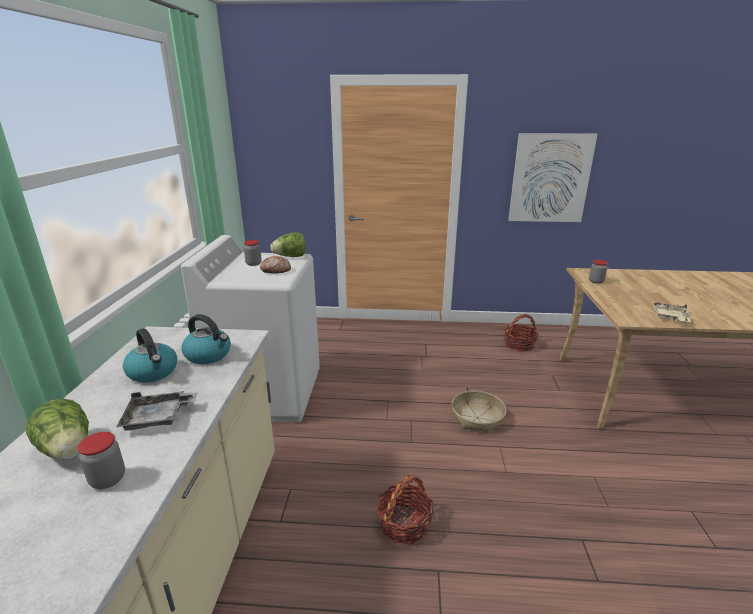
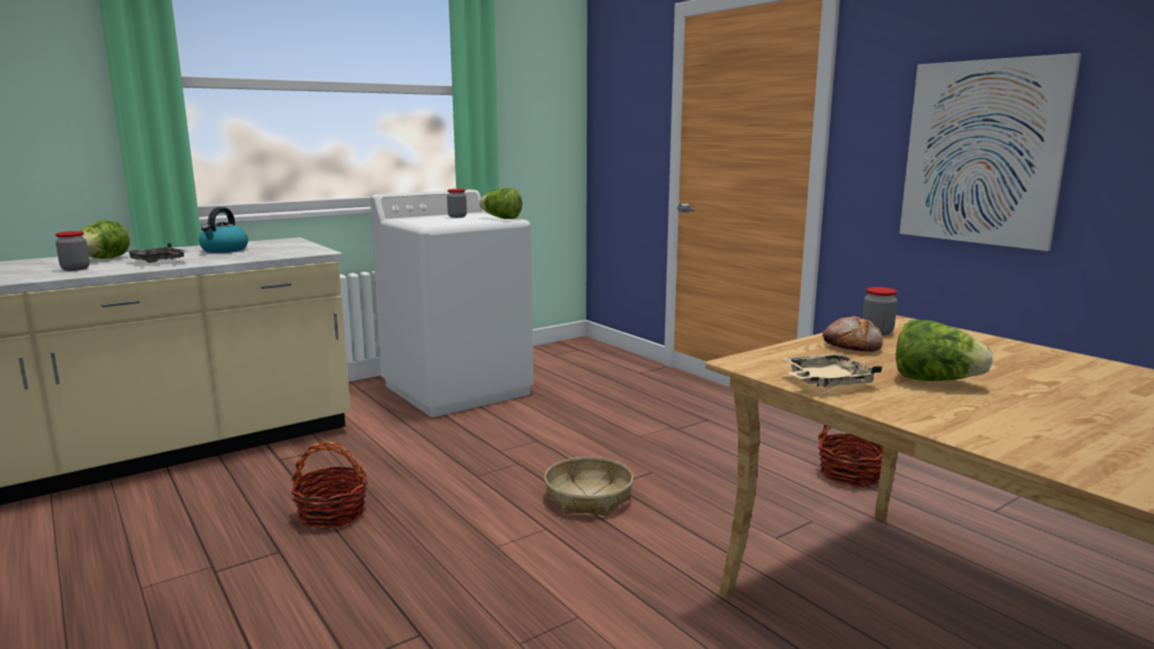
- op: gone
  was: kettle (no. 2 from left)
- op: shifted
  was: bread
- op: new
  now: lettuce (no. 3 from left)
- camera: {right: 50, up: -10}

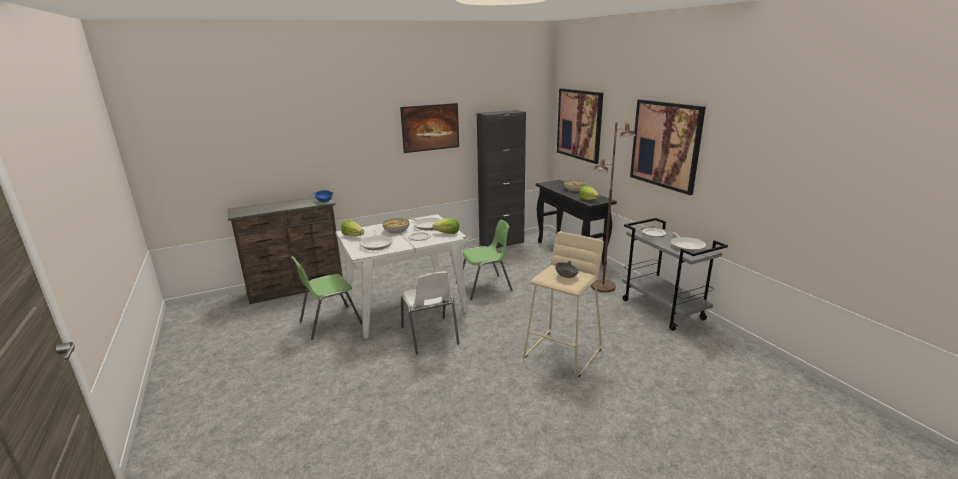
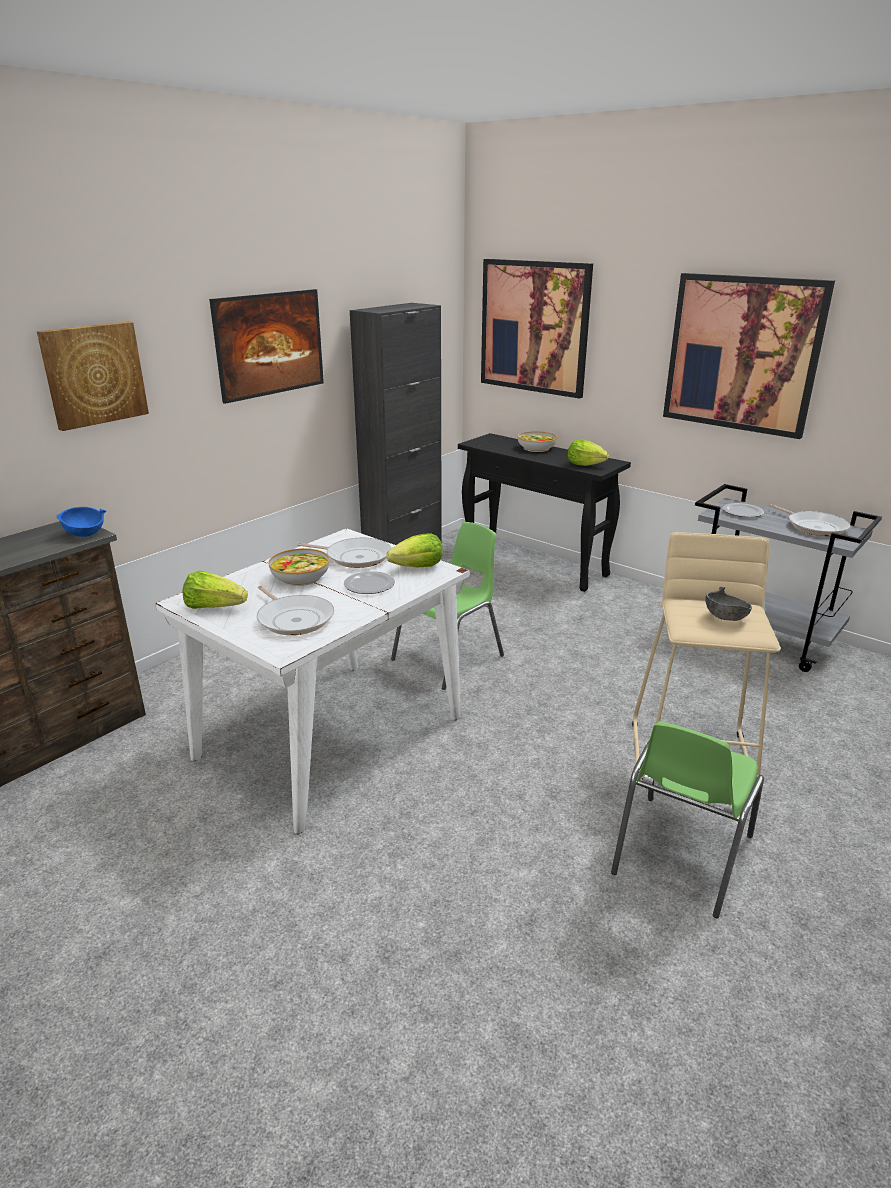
- op: shifted
  was: green chair (no. 1 from left in the first image)
  now: green chair (no. 2 from left)
- op: gone
  was: white chair
- op: gone
  was: brown floor lamp
- op: new
  now: picture (no. 1 from left)
- camera: {right: -25, up: 5}

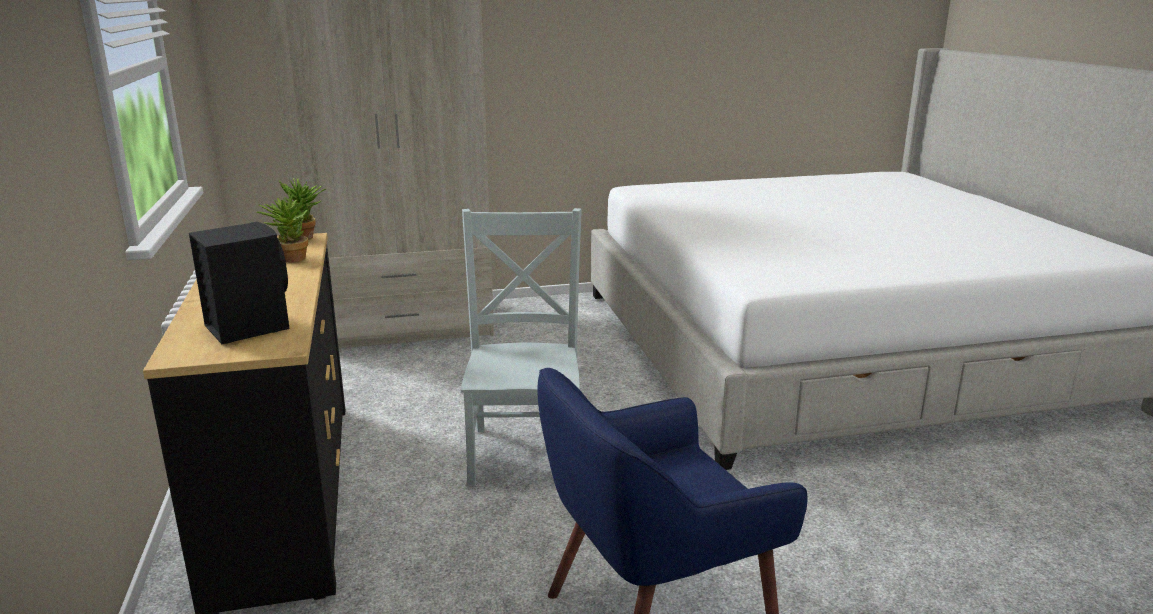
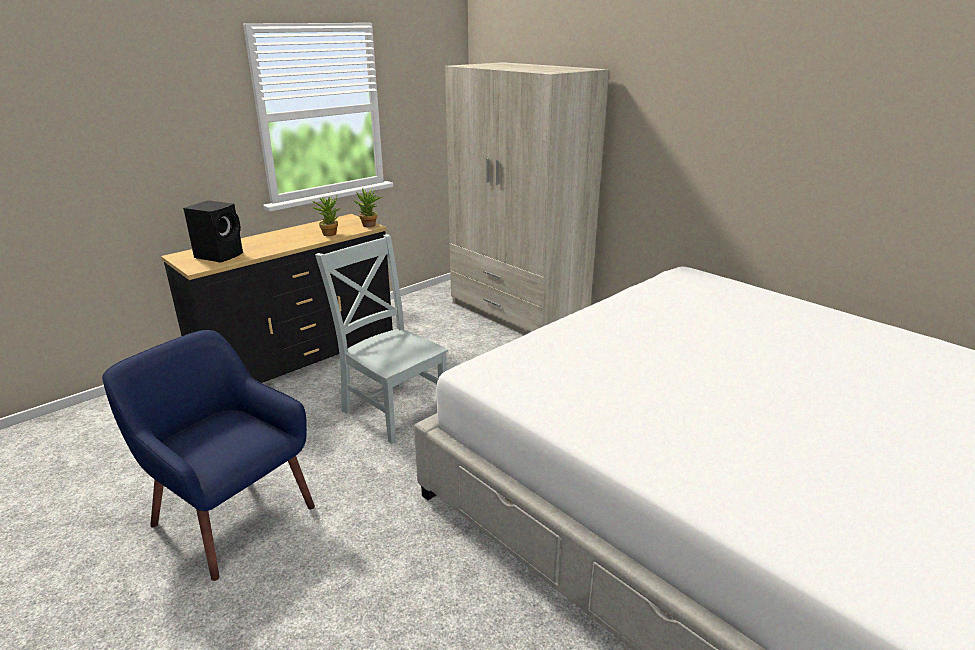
- op: rotated
  was: grey chair
  clockwise: -105
- camera: {right: 60, up: 5}

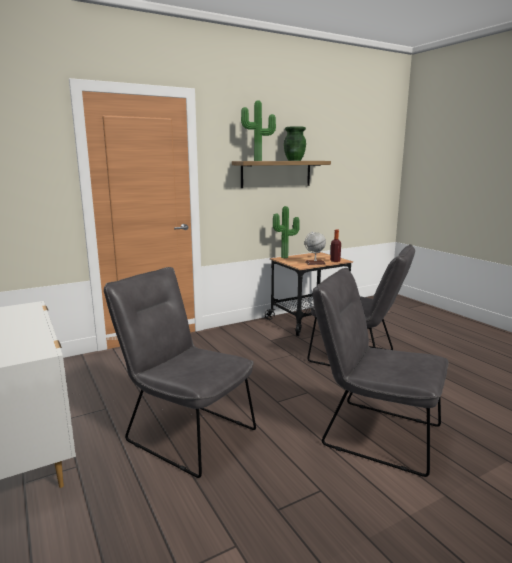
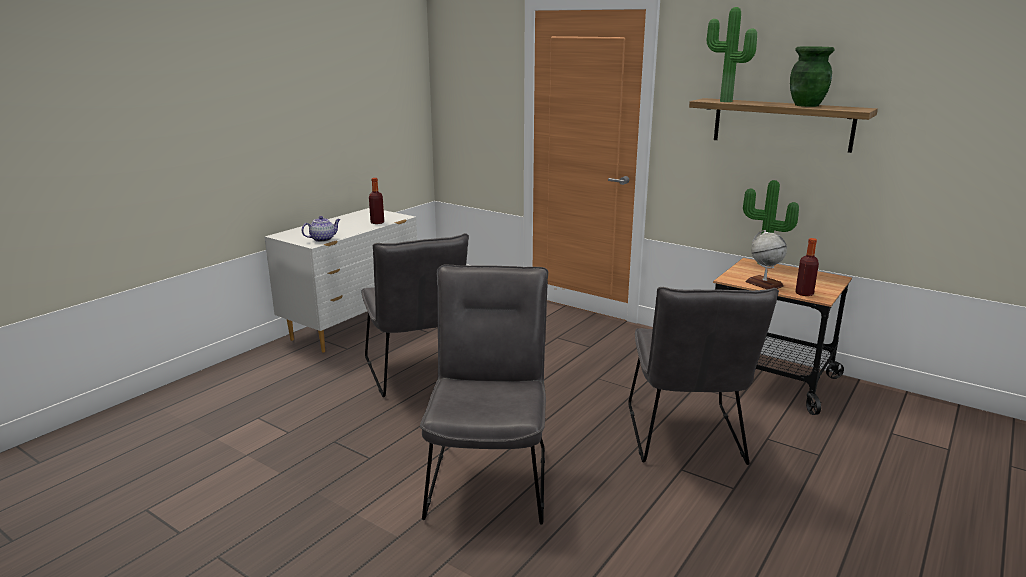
- op: rotated
  was: grey chair (no. 1 from left)
  clockwise: 150
- op: new
  now: teapot
- op: new
  now: bottle (no. 1 from left)
- camera: {right: 65, up: 5}

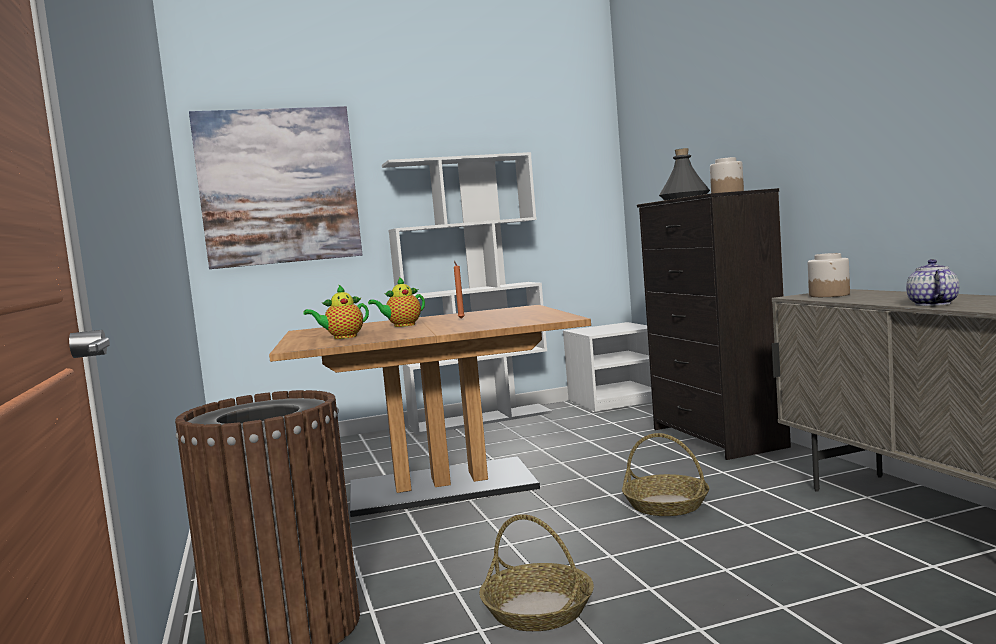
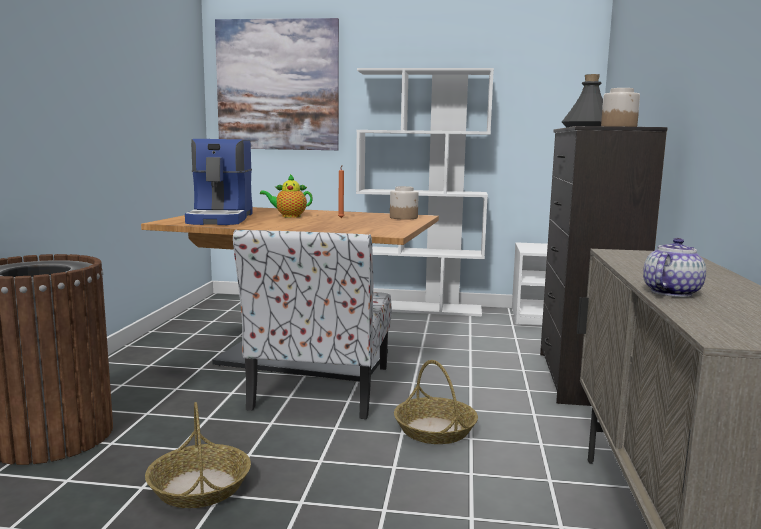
- op: swapped
  was: teapot (no. 1 from left)
  now: coffee machine
- op: shifted
  was: jar (no. 2 from left in the first image)
  now: jar (no. 1 from left)
- op: new
  now: chair
- camera: {right: 25, up: 5}

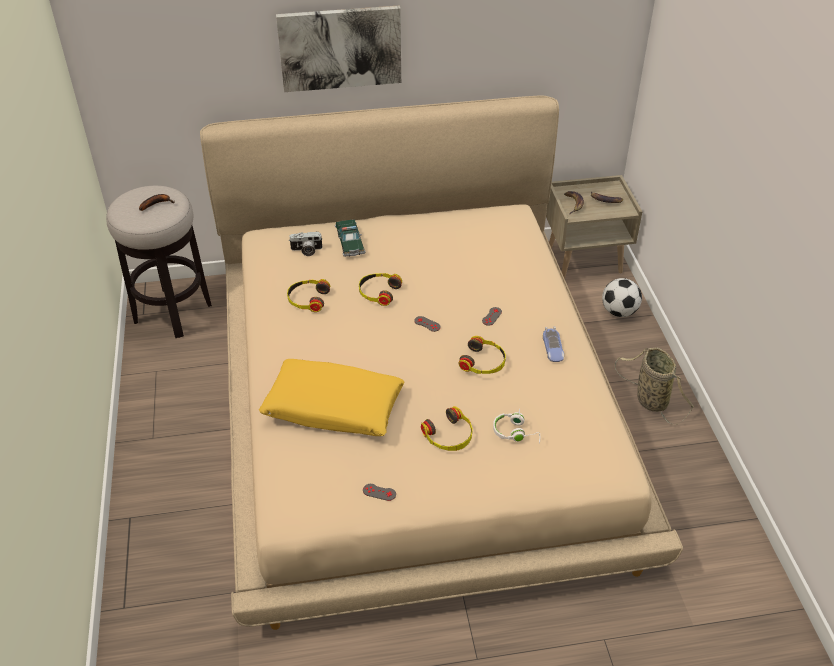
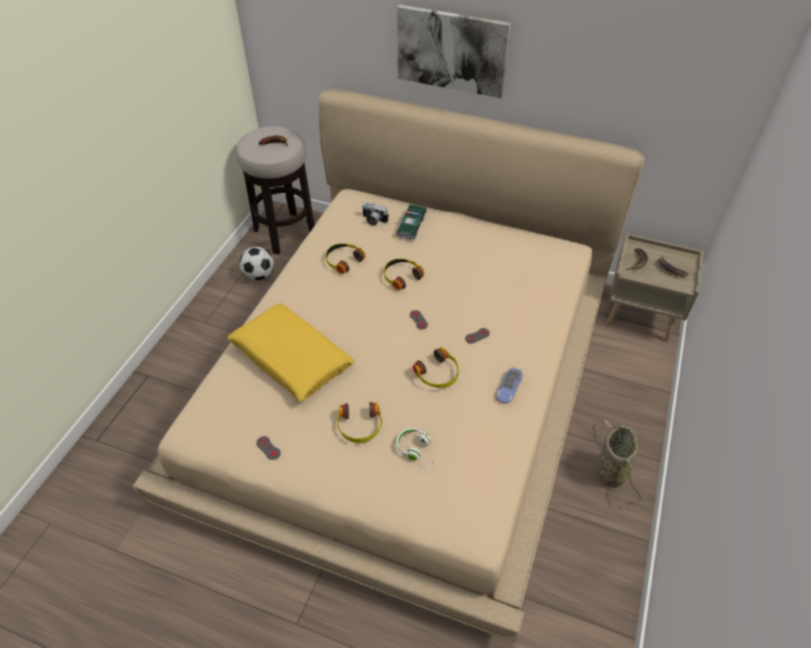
- op: shifted
  was: football
- camera: {right: 30, up: 5}

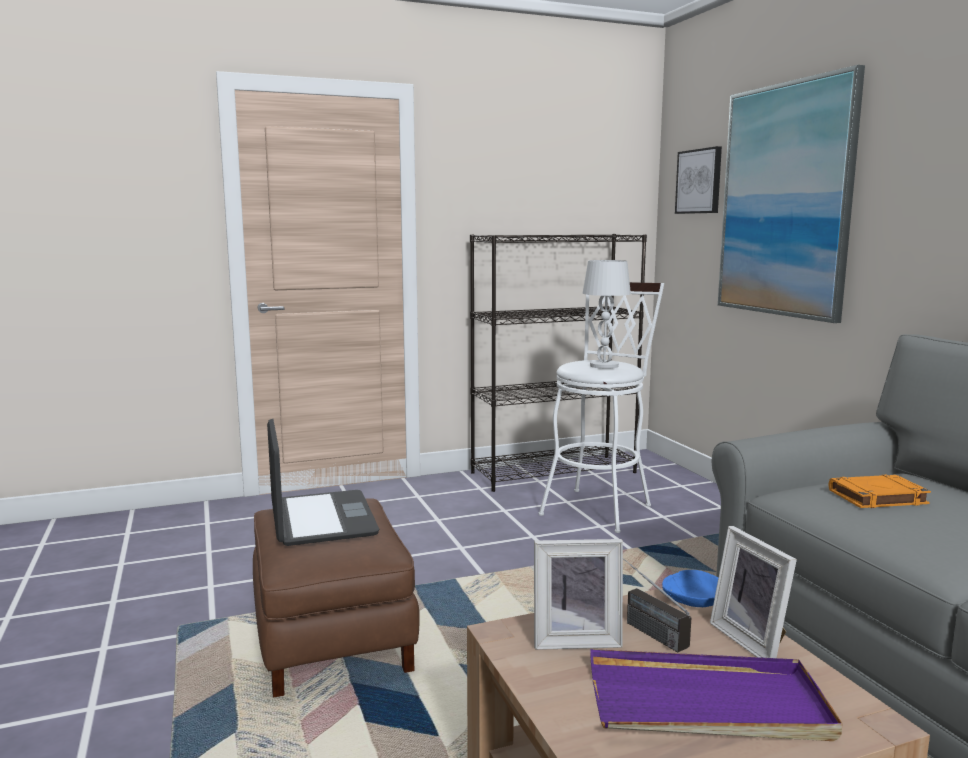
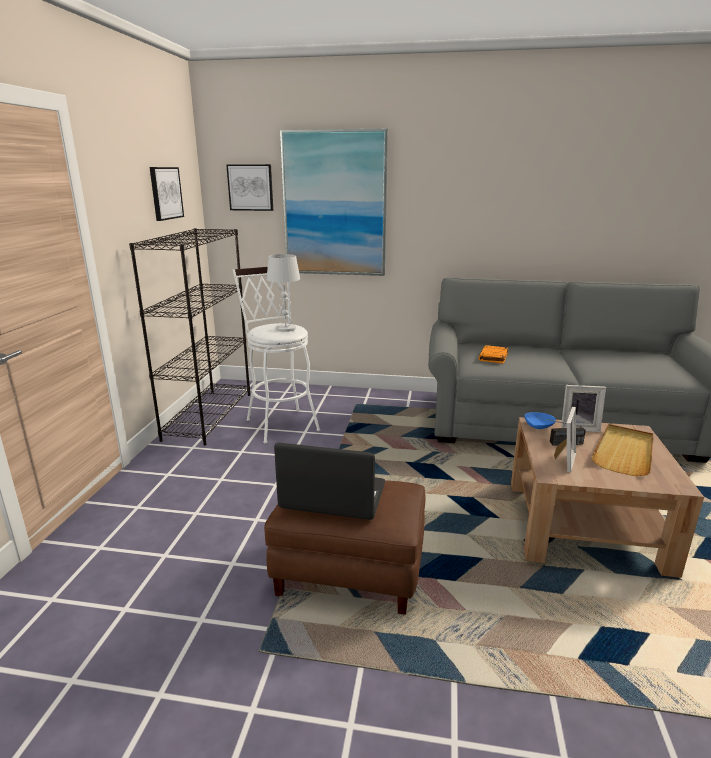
- op: repainted
  was: purple tray
  now: beige tray
- op: new
  now: picture (no. 1 from left)
- camera: {right: -60, up: 10}

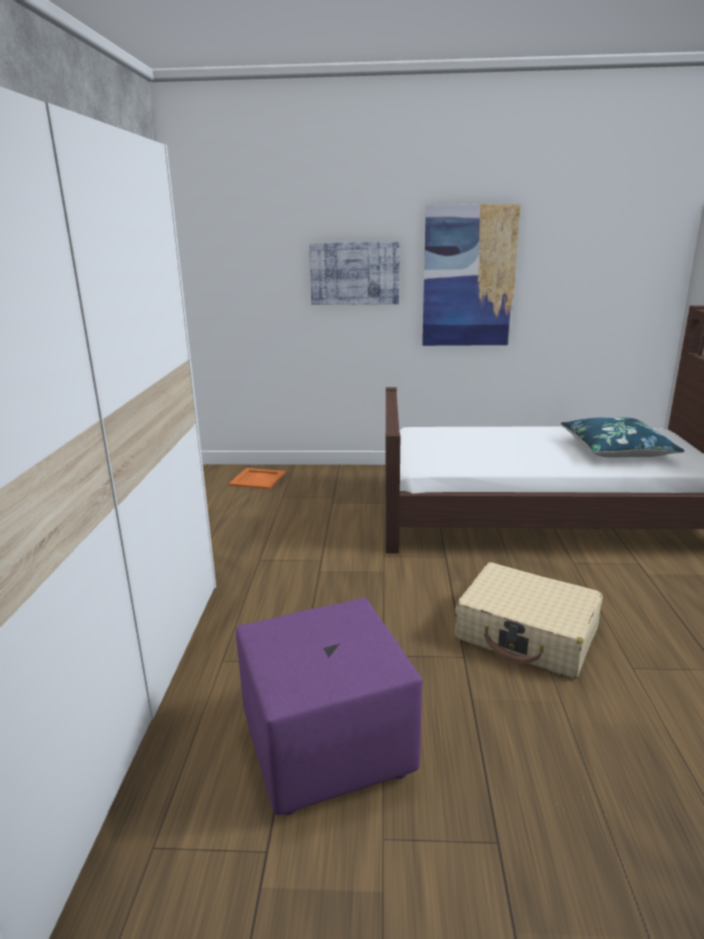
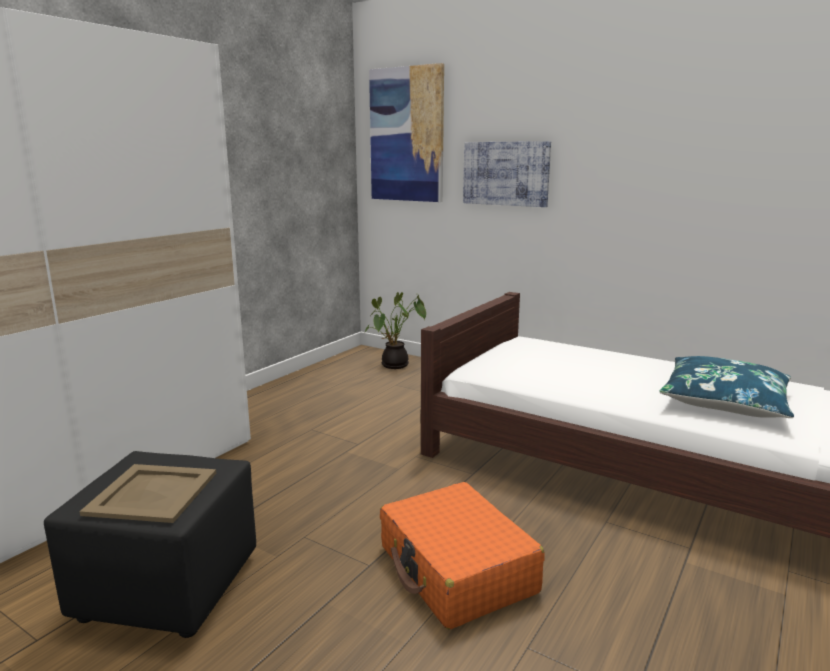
- op: swapped
  was: orange tray
  now: potted plant
- op: repainted
  was: purple ottoman
  now: black ottoman
- op: shifted
  was: picture (no. 2 from left in the first image)
  now: picture (no. 1 from left)
- op: repainted
  was: beige suitcase
  now: orange suitcase
- op: new
  now: beige tray
- camera: {right: 30, up: -5}

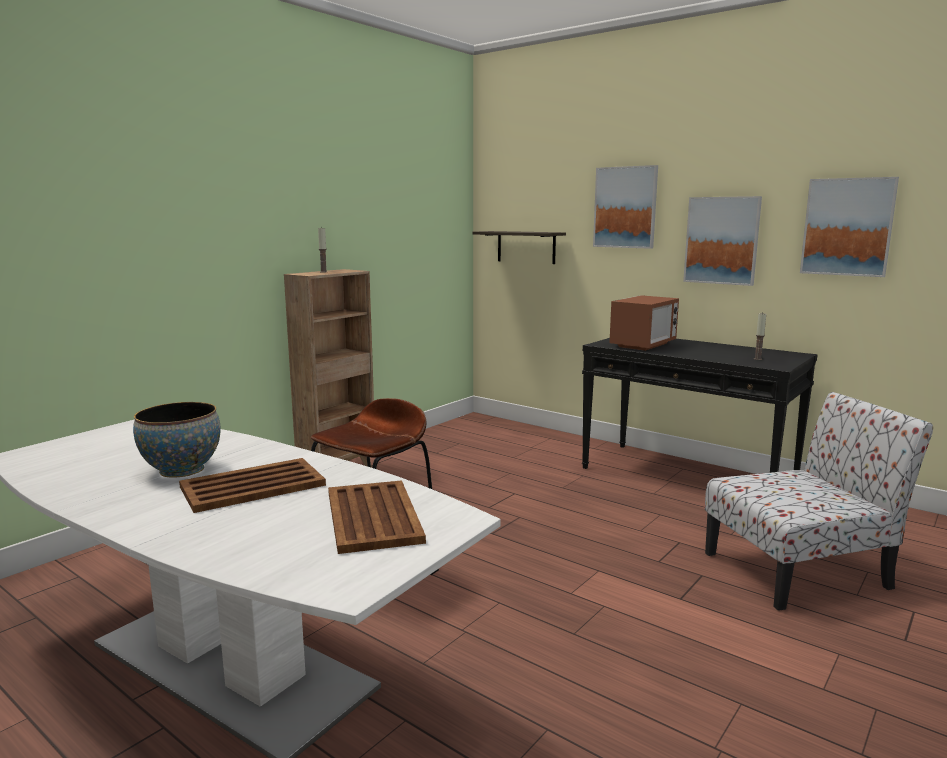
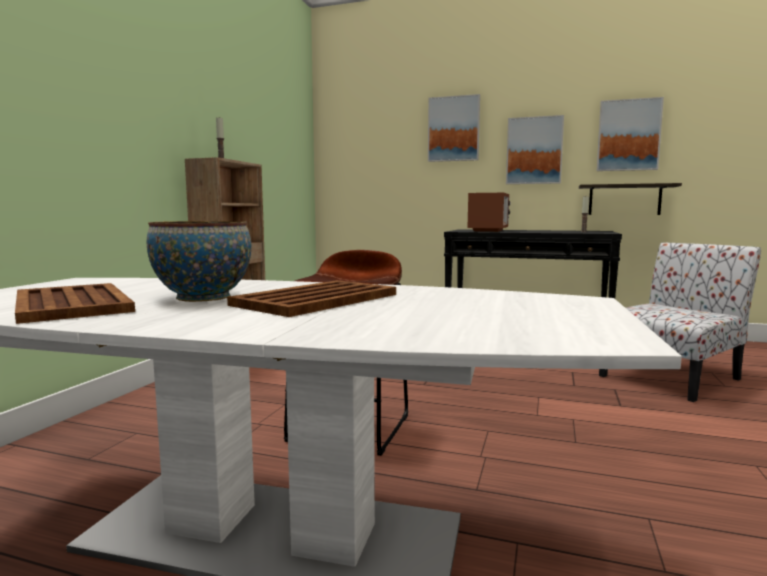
- op: shifted
  was: brown tray (no. 2 from left in the first image)
  now: brown tray (no. 1 from left)
- op: shifted
  was: shelf
- camera: {right: -20, up: -5}

